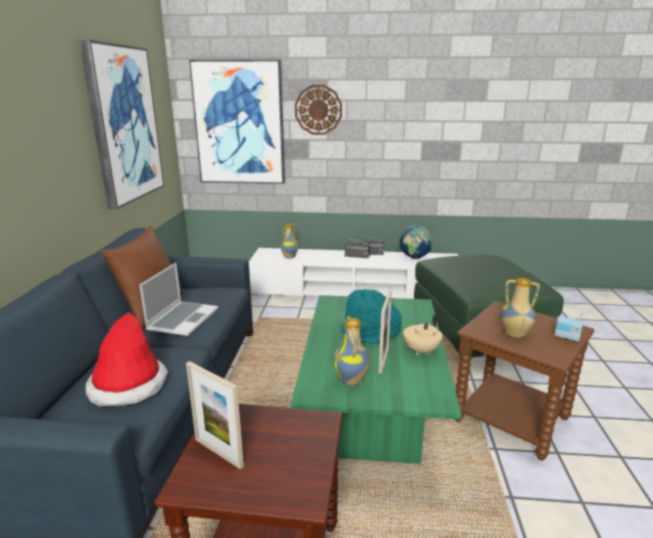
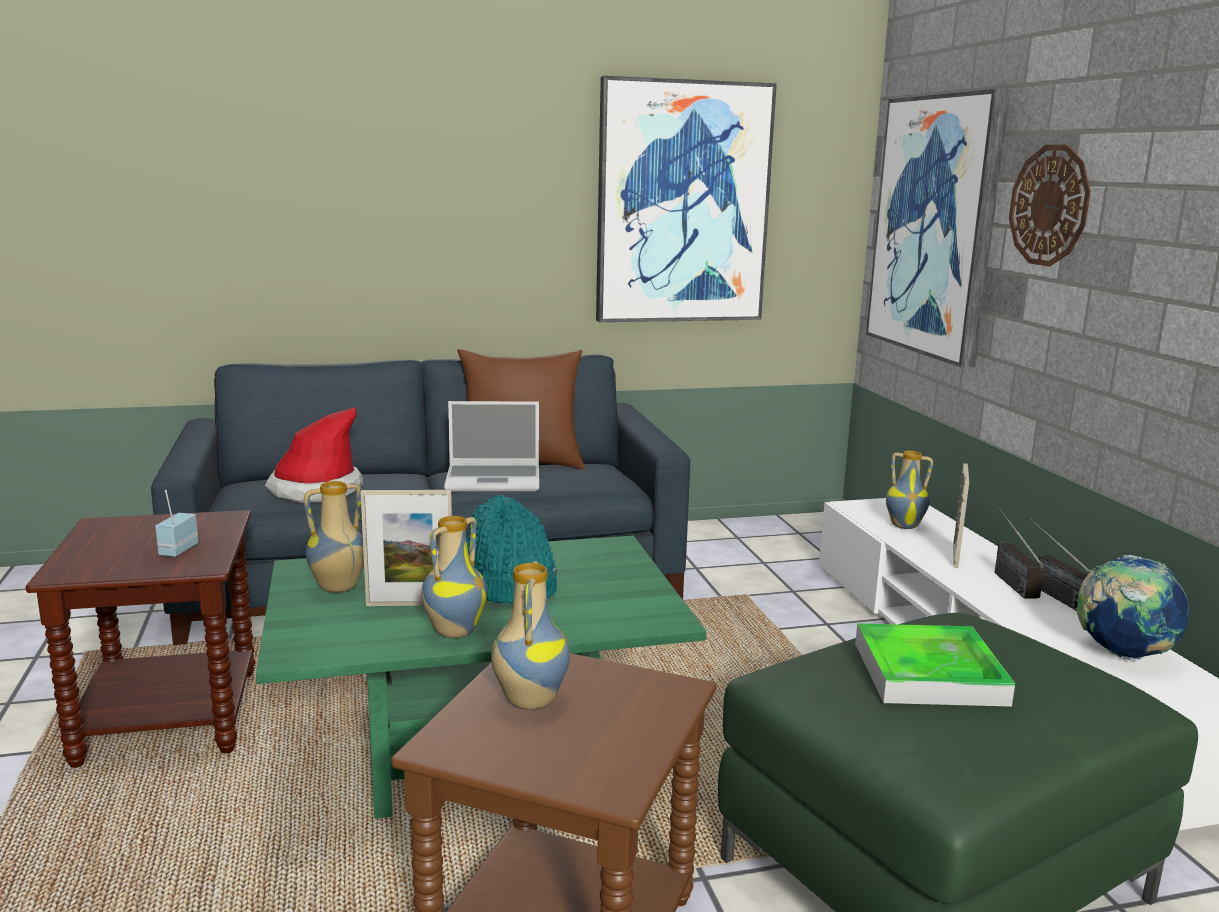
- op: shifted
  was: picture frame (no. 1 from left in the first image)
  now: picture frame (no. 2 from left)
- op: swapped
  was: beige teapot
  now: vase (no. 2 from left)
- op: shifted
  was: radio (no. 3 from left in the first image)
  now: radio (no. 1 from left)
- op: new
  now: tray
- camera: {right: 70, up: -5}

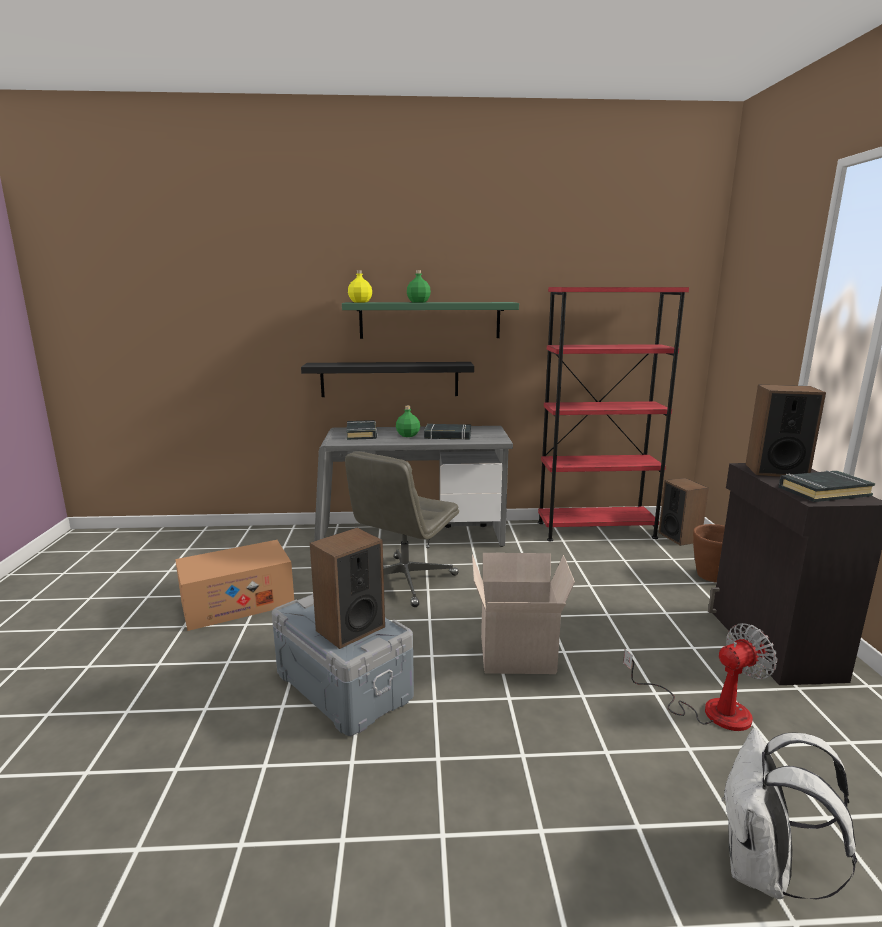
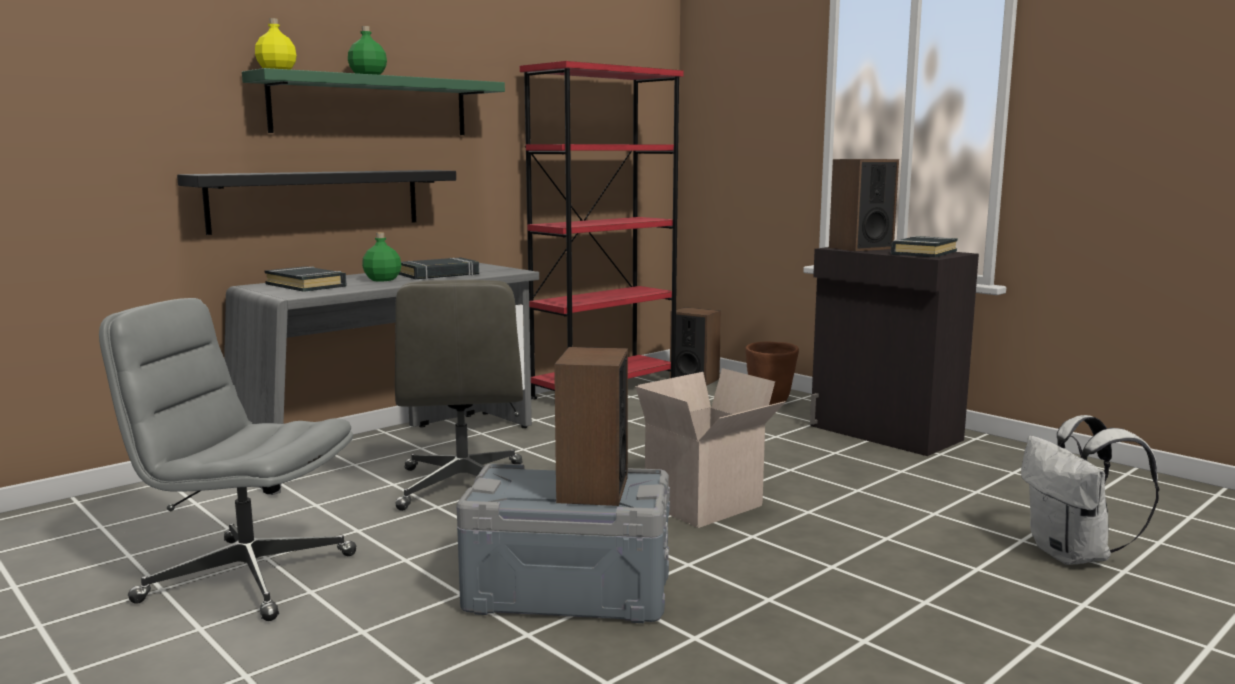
- op: swapped
  was: cardboard box (no. 1 from left)
  now: grey office chair (no. 1 from left)
- op: gone
  was: fan
- camera: {right: -40, up: -5}

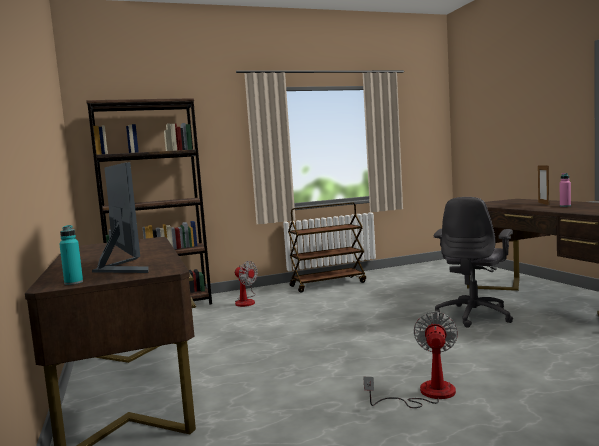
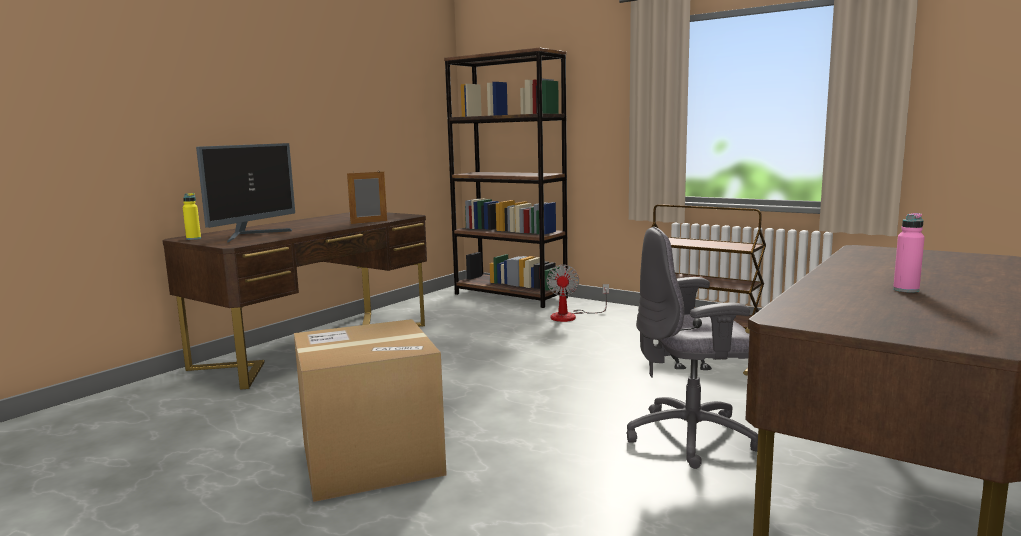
- op: repainted
  was: turquoise bottle
  now: yellow bottle
- op: swapped
  was: fan (no. 2 from left)
  now: cardboard box
- op: shifted
  was: picture frame
- camera: {right: 55, up: 5}

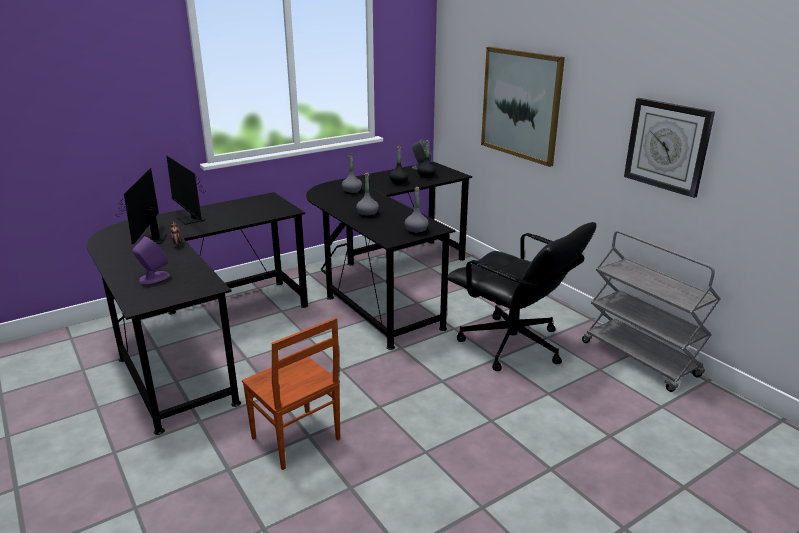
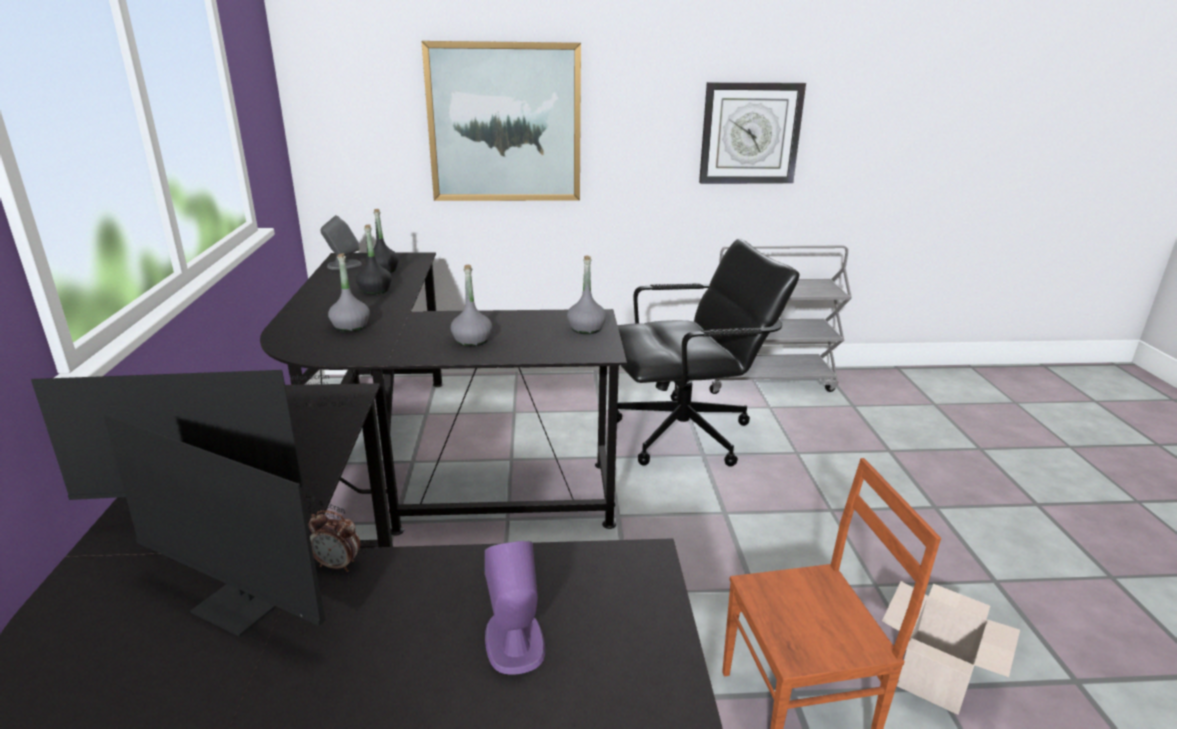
- op: new
  now: cardboard box
- camera: {right: -60, up: 0}

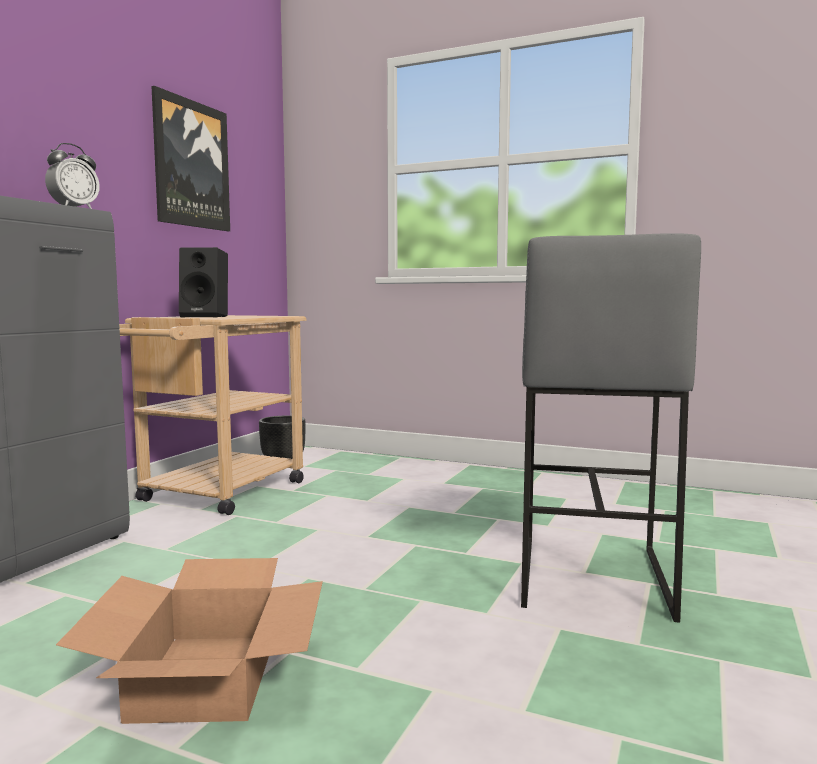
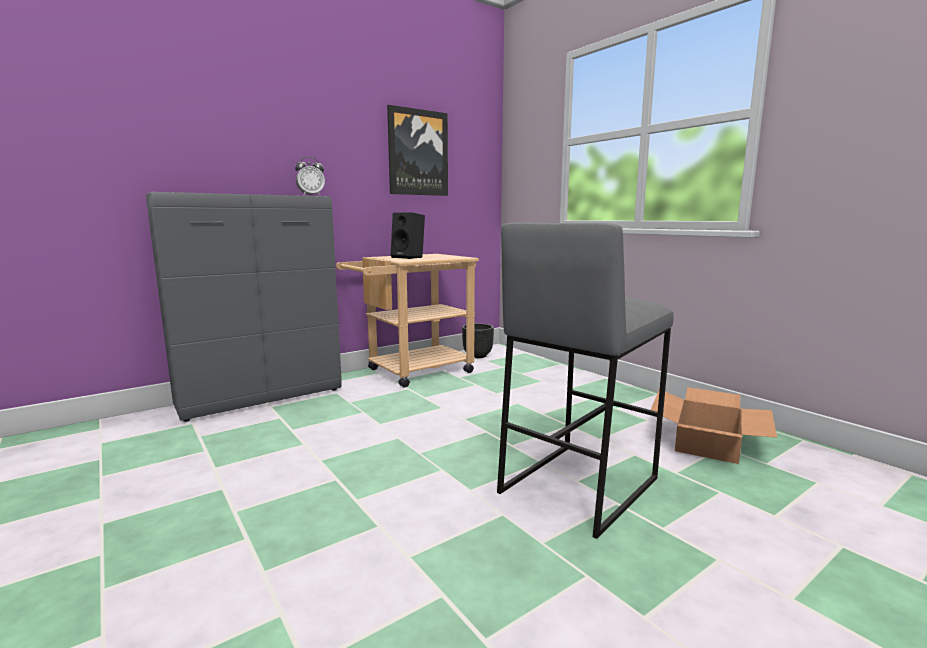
- op: shifted
  was: cardboard box
- camera: {right: 30, up: 5}

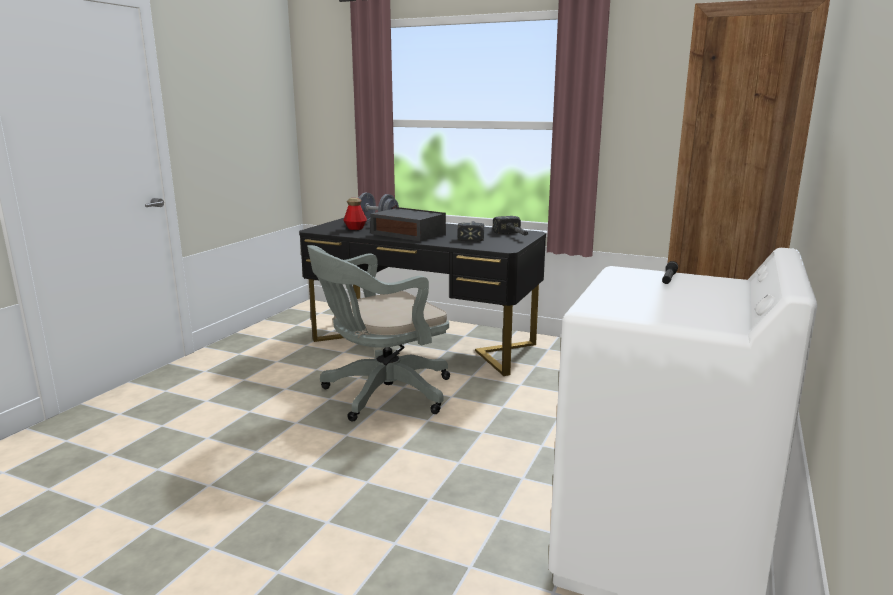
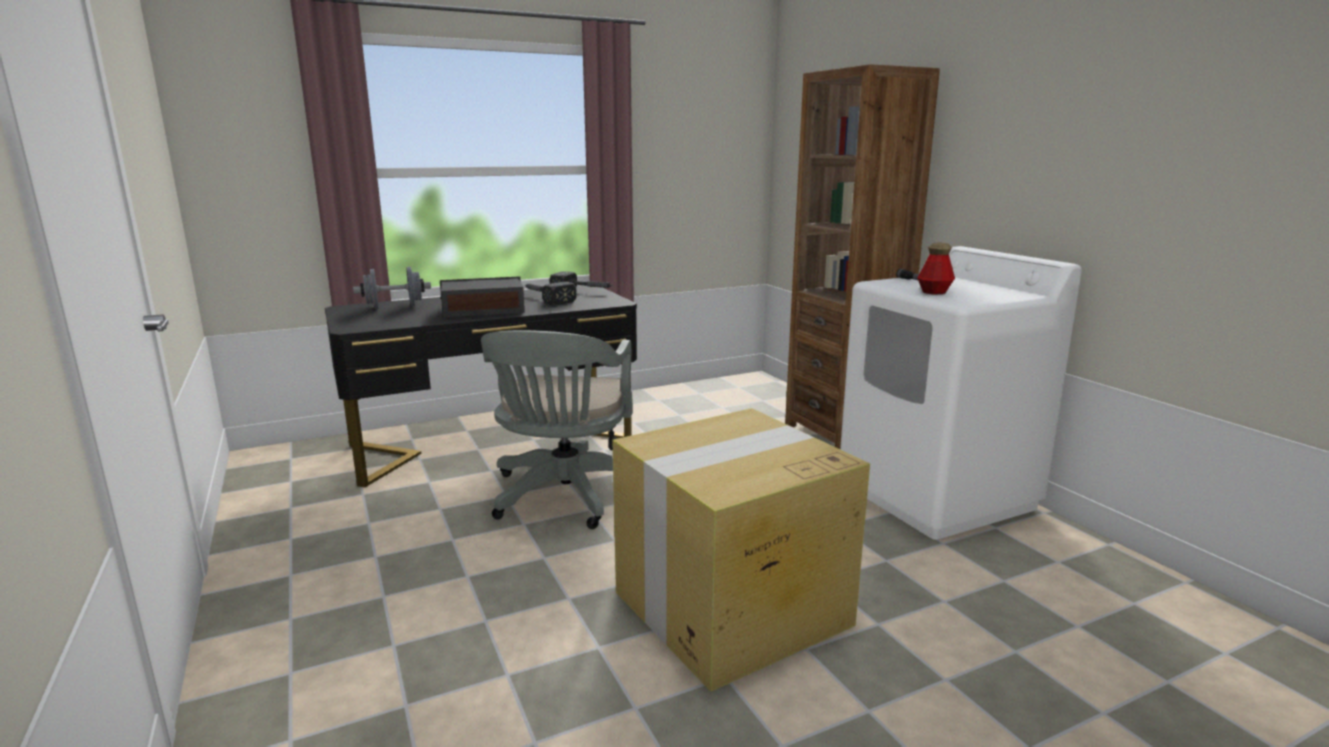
- op: shifted
  was: bottle
- op: new
  now: cardboard box
- camera: {right: -50, up: 0}

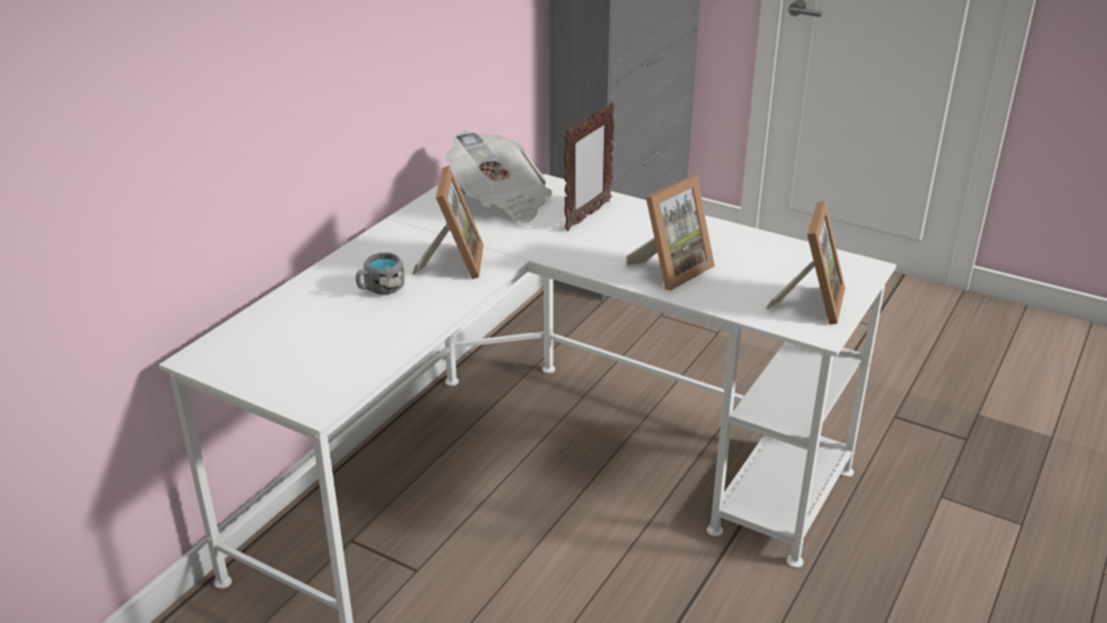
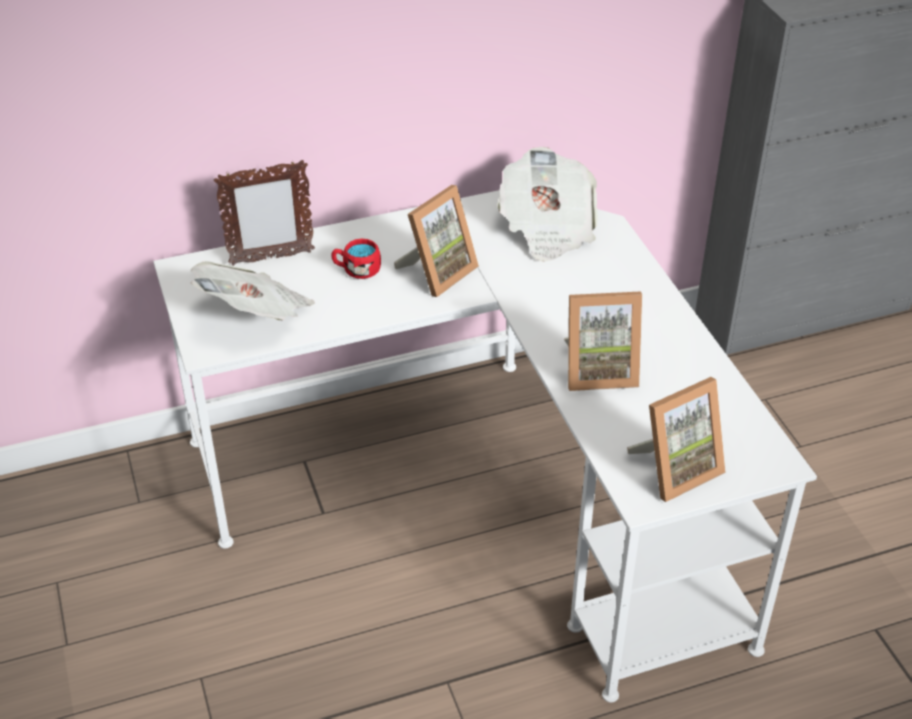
- op: repainted
  was: grey mug
  now: red mug
- op: shifted
  was: picture frame (no. 2 from left in the first image)
  now: picture frame (no. 1 from left)
- op: new
  now: newspaper (no. 1 from left)
- camera: {right: 40, up: 10}

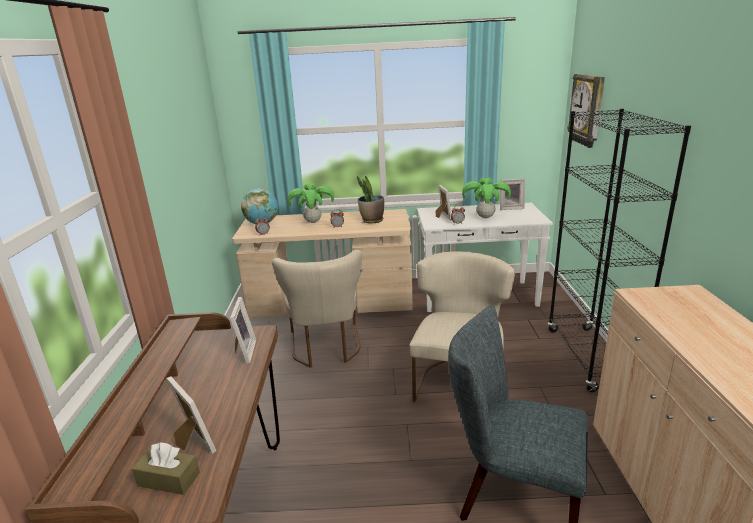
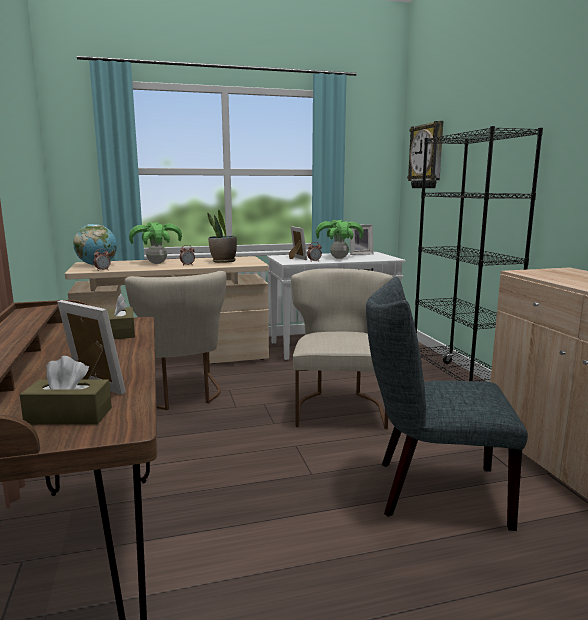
- op: swapped
  was: picture frame (no. 2 from left)
  now: brown tissue box (no. 2 from left)
- camera: {right: -15, up: -10}

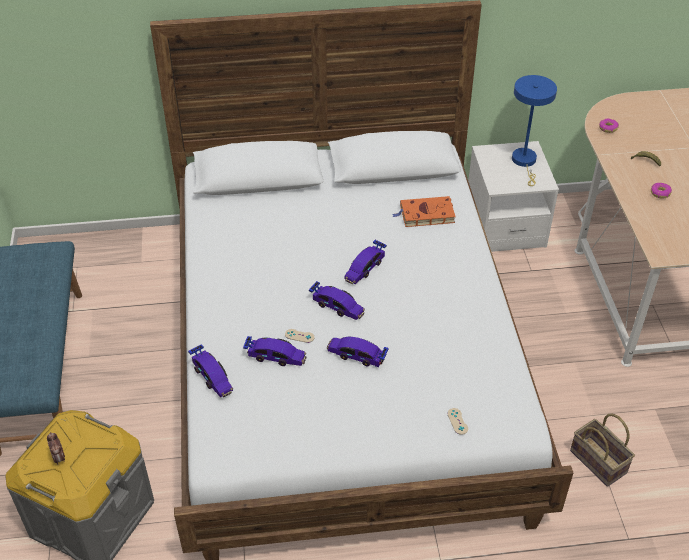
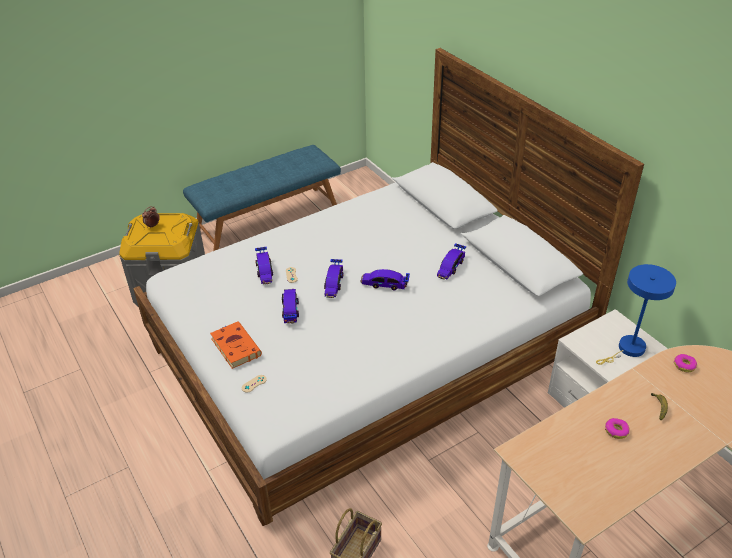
- op: shifted
  was: toy car (no. 1 from left in the first image)
  now: toy car (no. 5 from left)
- op: shifted
  was: orange book
- camera: {right: 65, up: -5}

